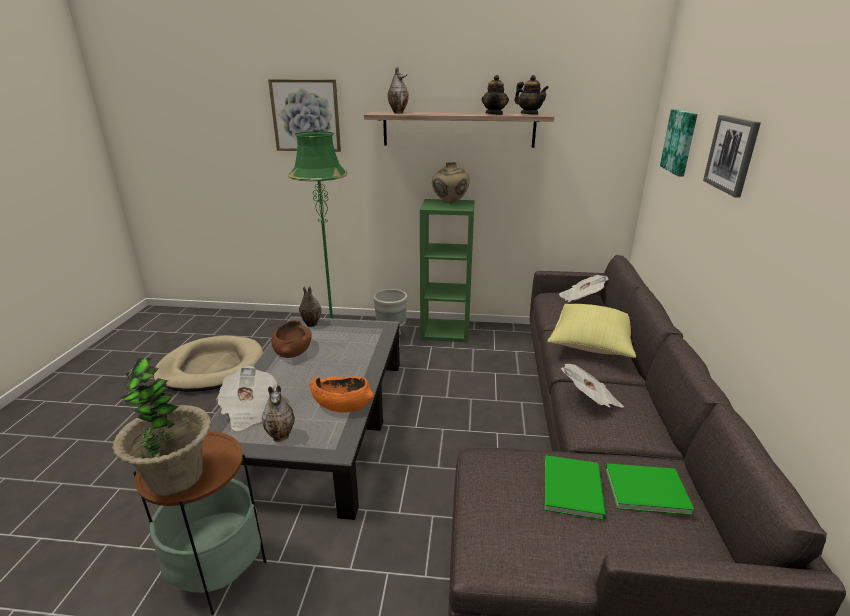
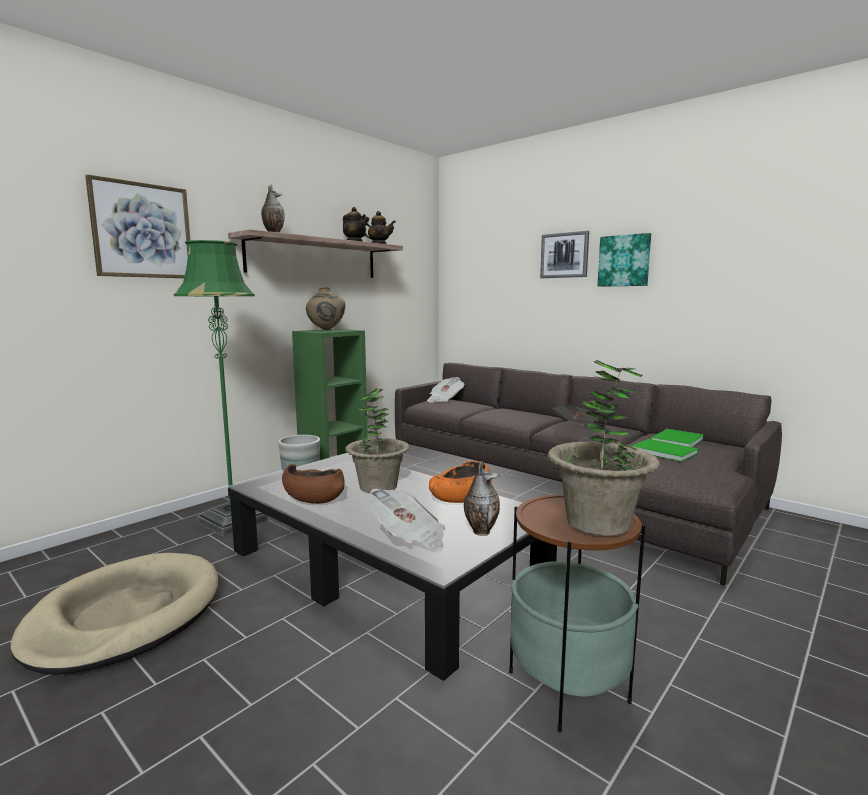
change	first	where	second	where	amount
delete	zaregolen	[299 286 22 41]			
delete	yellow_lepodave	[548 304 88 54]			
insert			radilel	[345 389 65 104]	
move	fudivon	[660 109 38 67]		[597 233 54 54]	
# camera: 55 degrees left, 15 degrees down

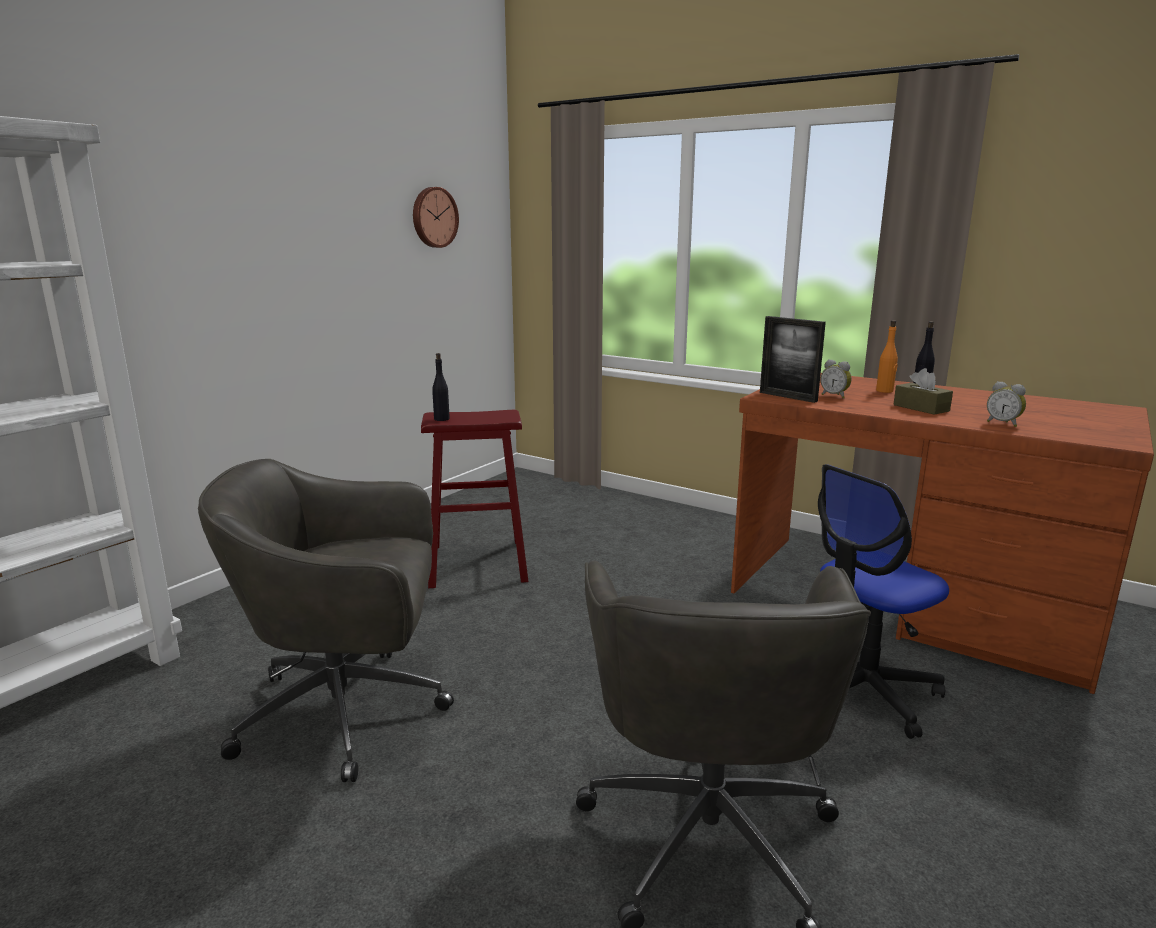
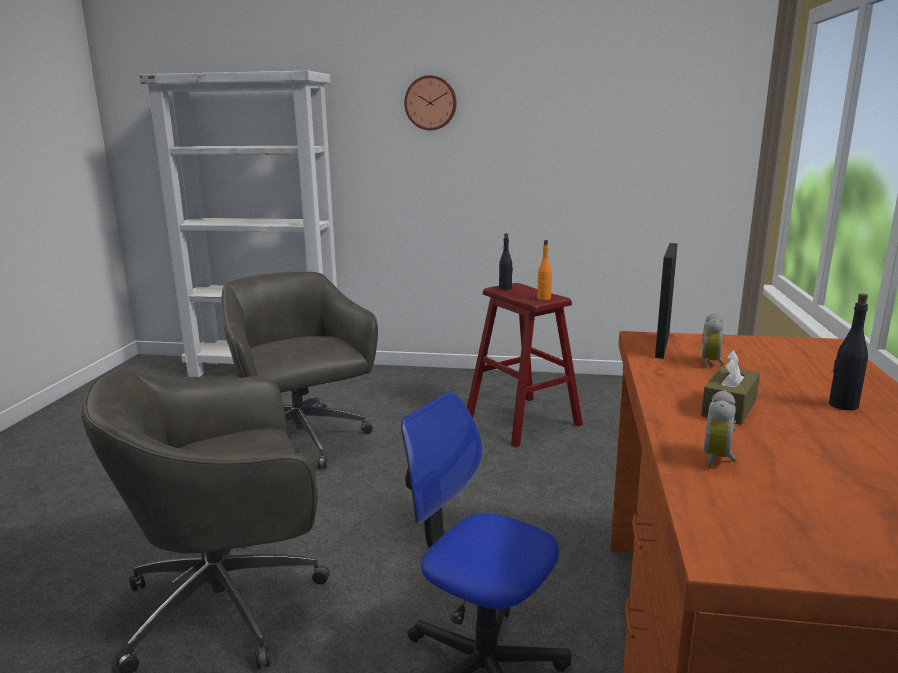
change	first	where	second	where	amount
move	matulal	[413 187 46 61]		[404 75 53 55]	
move	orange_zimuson	[876 320 22 73]		[537 240 15 60]	
# camera: 65 degrees right, 0 degrees up

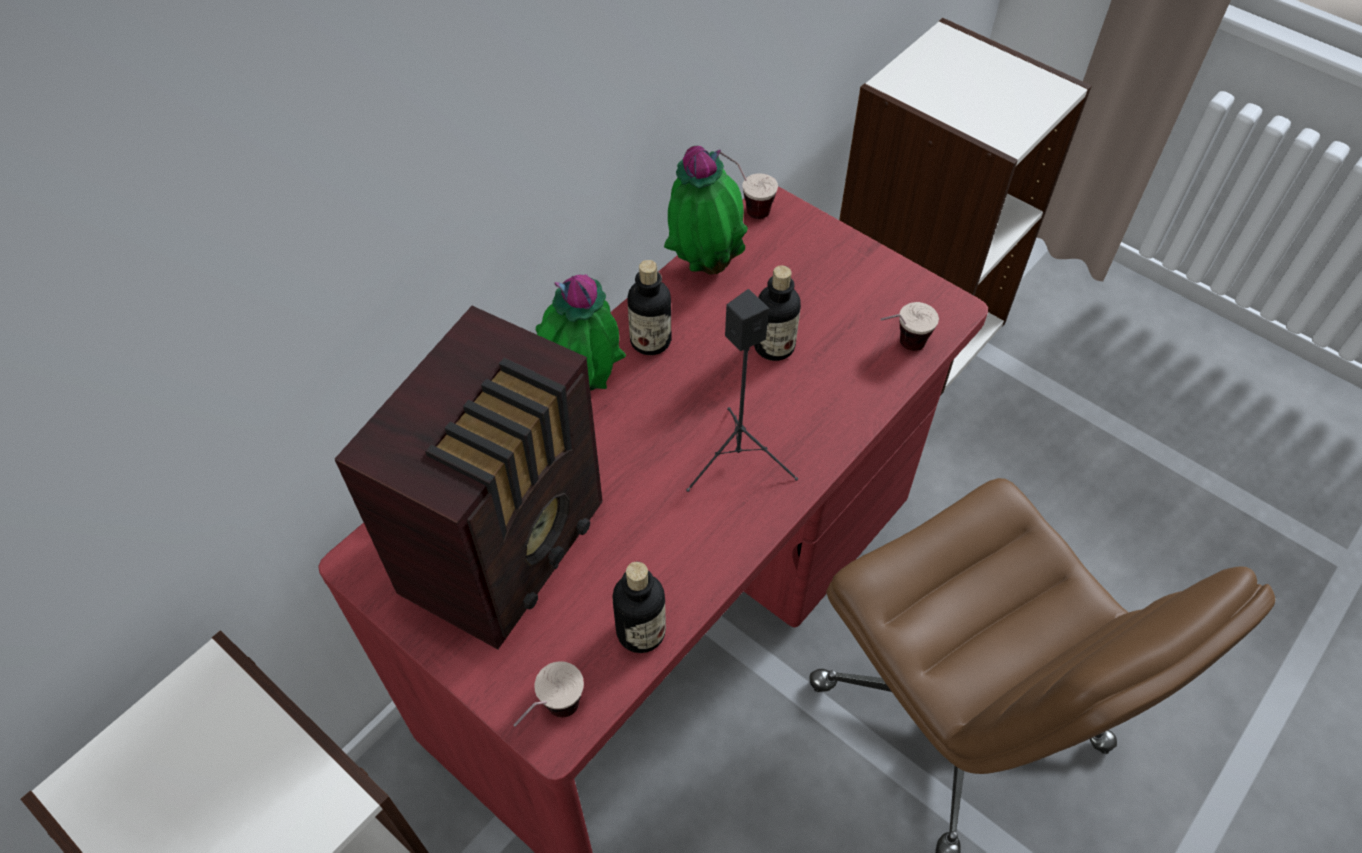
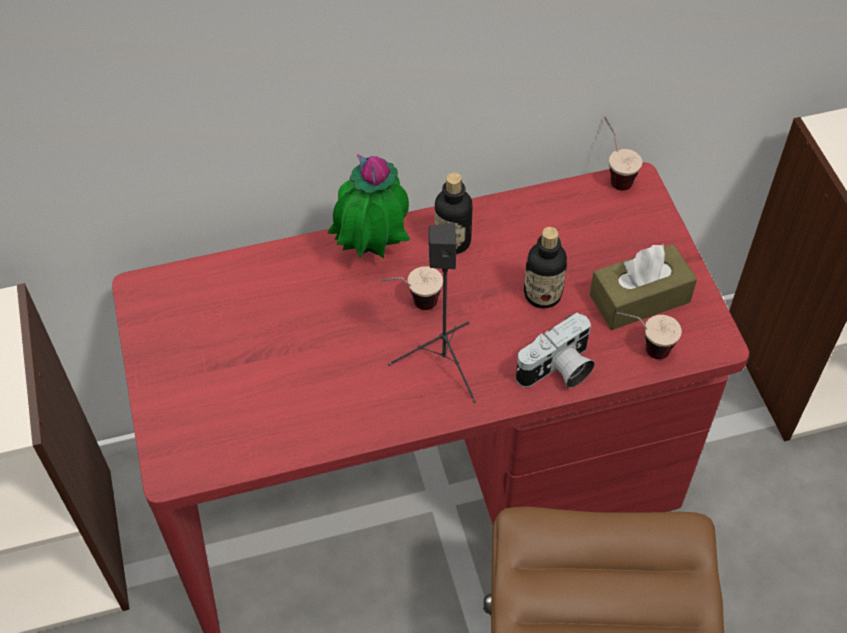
change	first	where	second	where	amount
delete	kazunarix	[335 306 268 343]			
delete	zimuson	[612 562 54 91]			
delete	radilel	[664 146 84 129]			
insert			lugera	[516 313 79 75]	
insert			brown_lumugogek	[590 243 107 87]	
move	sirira	[513 661 71 66]		[380 266 63 44]	
# camera: 35 degrees right, 0 degrees up

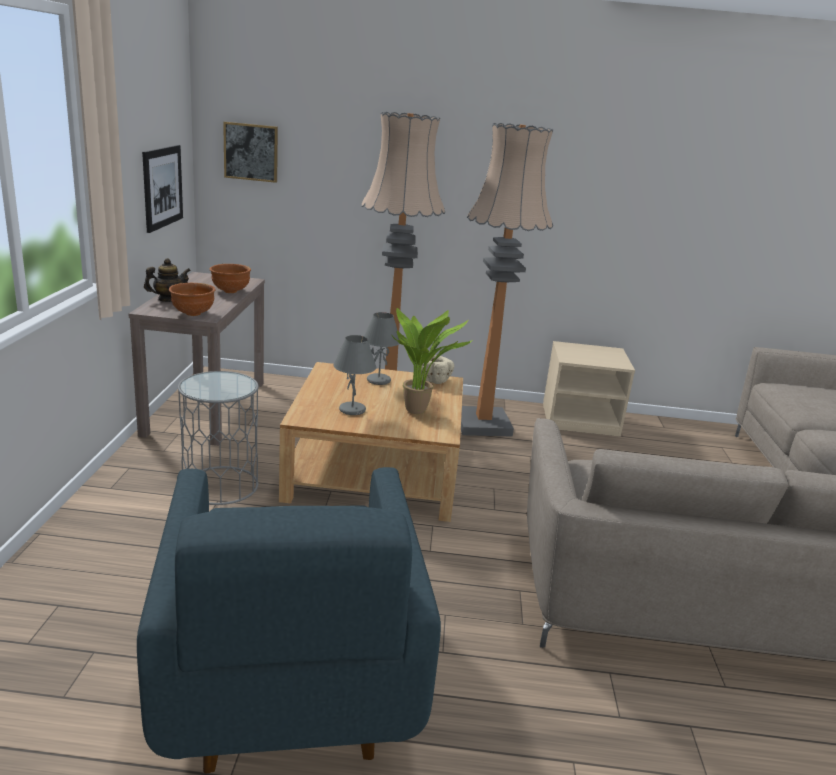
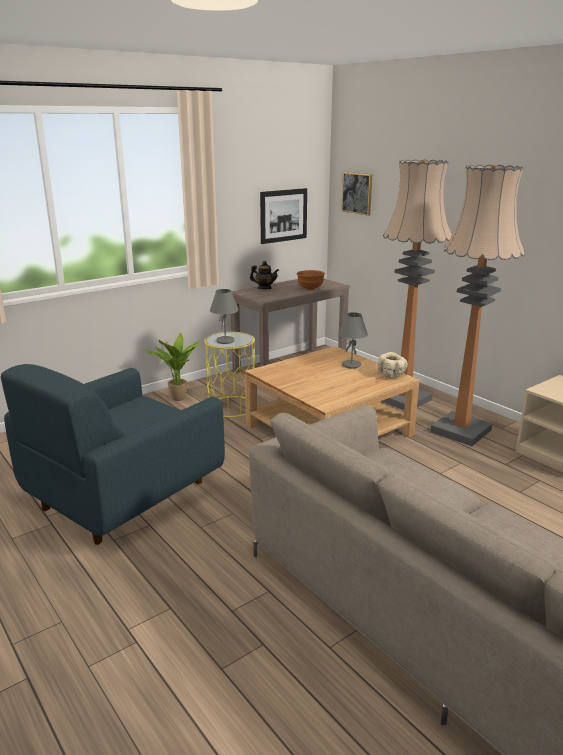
change	first	where	second	where	amount
delete	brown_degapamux	[169 283 47 33]			
move	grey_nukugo	[333 335 44 80]		[210 289 29 55]	
move	radilel	[392 308 81 106]		[144 333 55 68]	
recolor	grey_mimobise	[178 371 81 134]	yellow_mimobise	[204 332 51 86]	
# camera: 50 degrees right, 0 degrees up

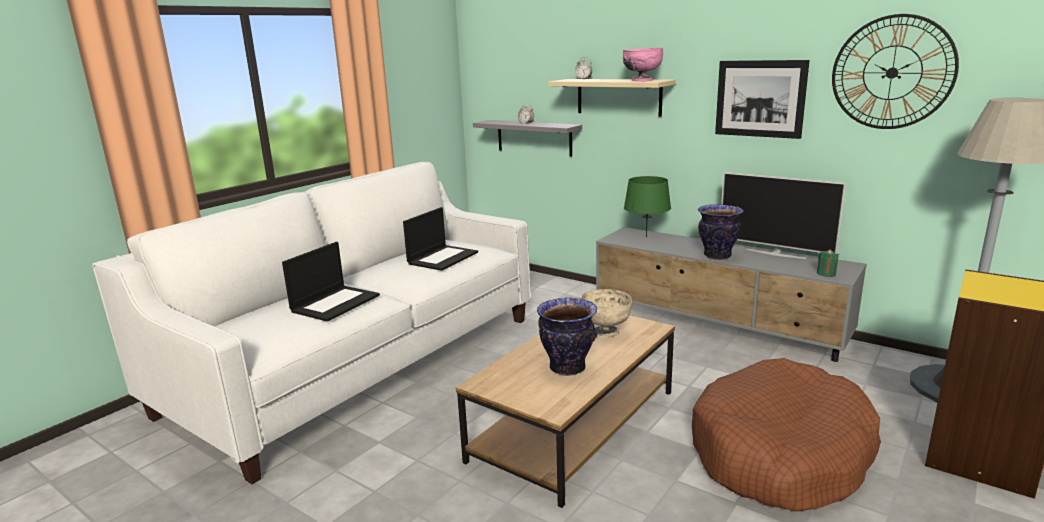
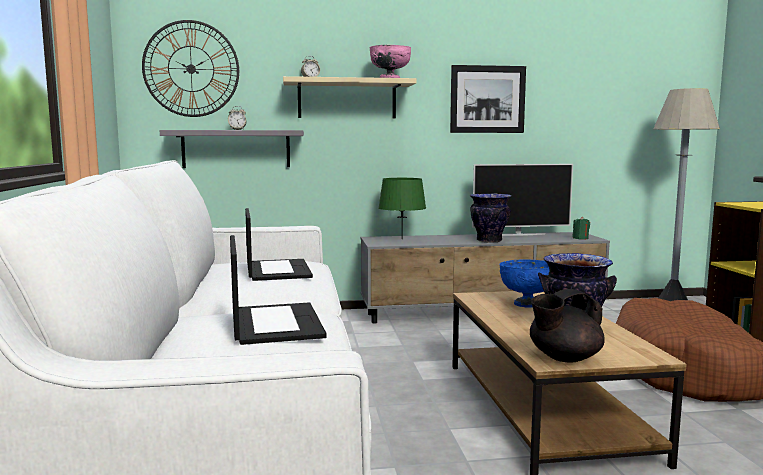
change	first	where	second	where	amount
insert			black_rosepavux	[530 289 75 73]	
move	matulal	[832 14 127 115]		[142 20 97 97]	
recolor	beige_degapamux	[581 289 51 49]	blue_degapamux	[499 259 51 49]	
# camera: 45 degrees left, 10 degrees down

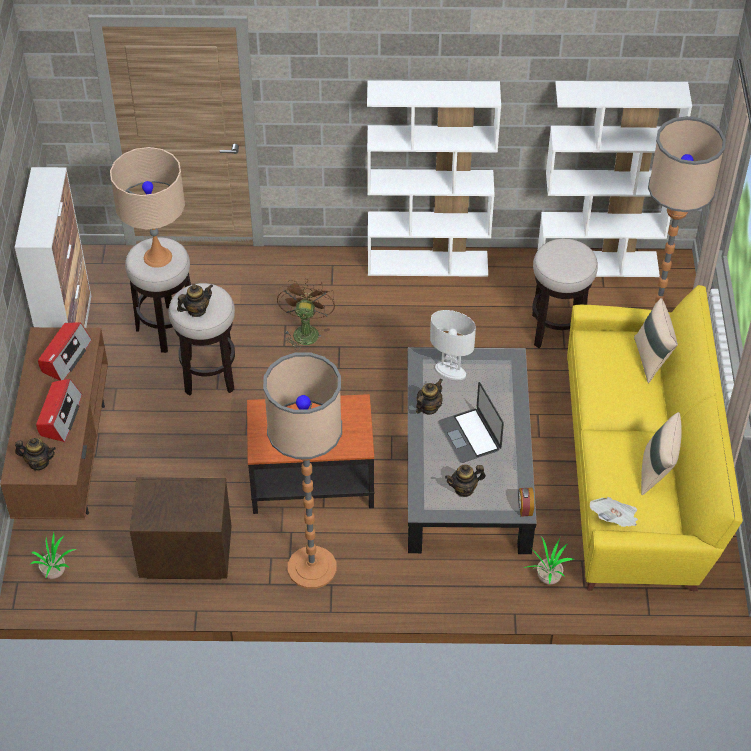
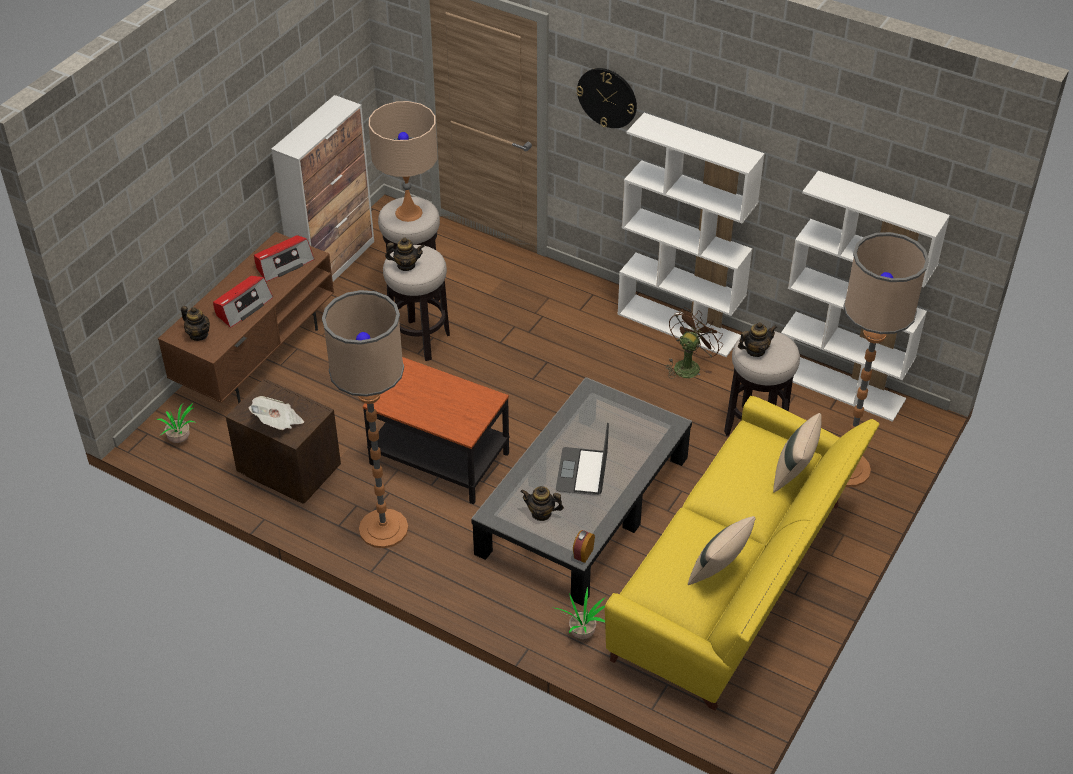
change	first	where	second	where	amount
delete	white_nukugo	[430 310 46 70]			
insert			matulal	[577 68 60 60]	
move	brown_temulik	[277 278 58 73]		[665 308 58 71]	
move	rosepavux	[416 379 27 36]		[738 322 39 35]	
move	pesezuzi	[590 497 48 30]		[248 396 56 34]	
# camera: 30 degrees right, 5 degrees down

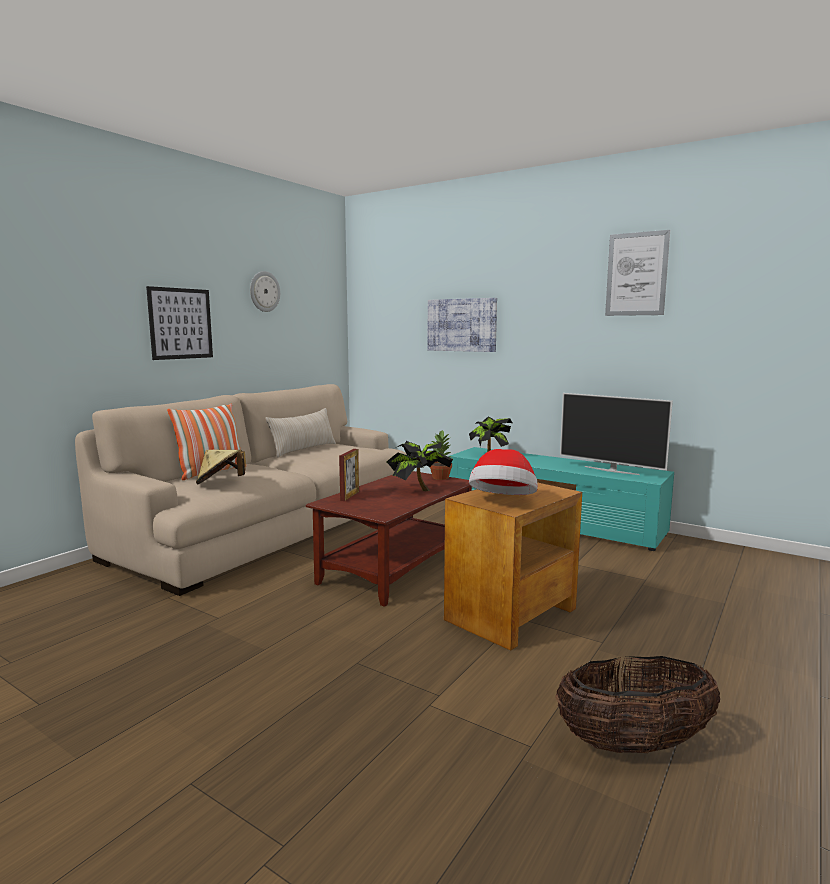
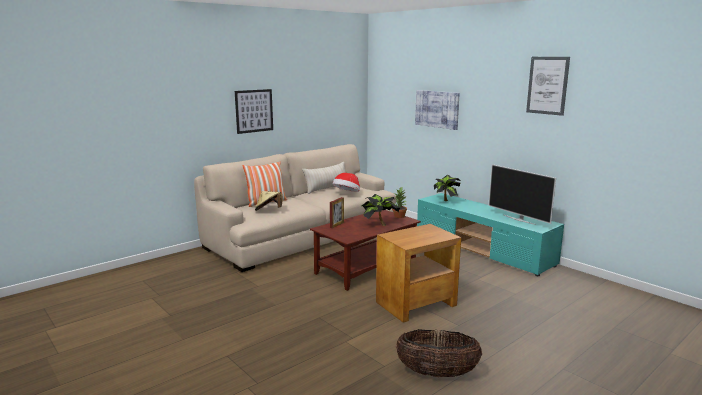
change	first	where	second	where	amount
delete	matulal	[250 271 30 41]			
move	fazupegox	[469 449 69 46]		[332 173 28 19]	
# camera: 15 degrees right, 5 degrees up

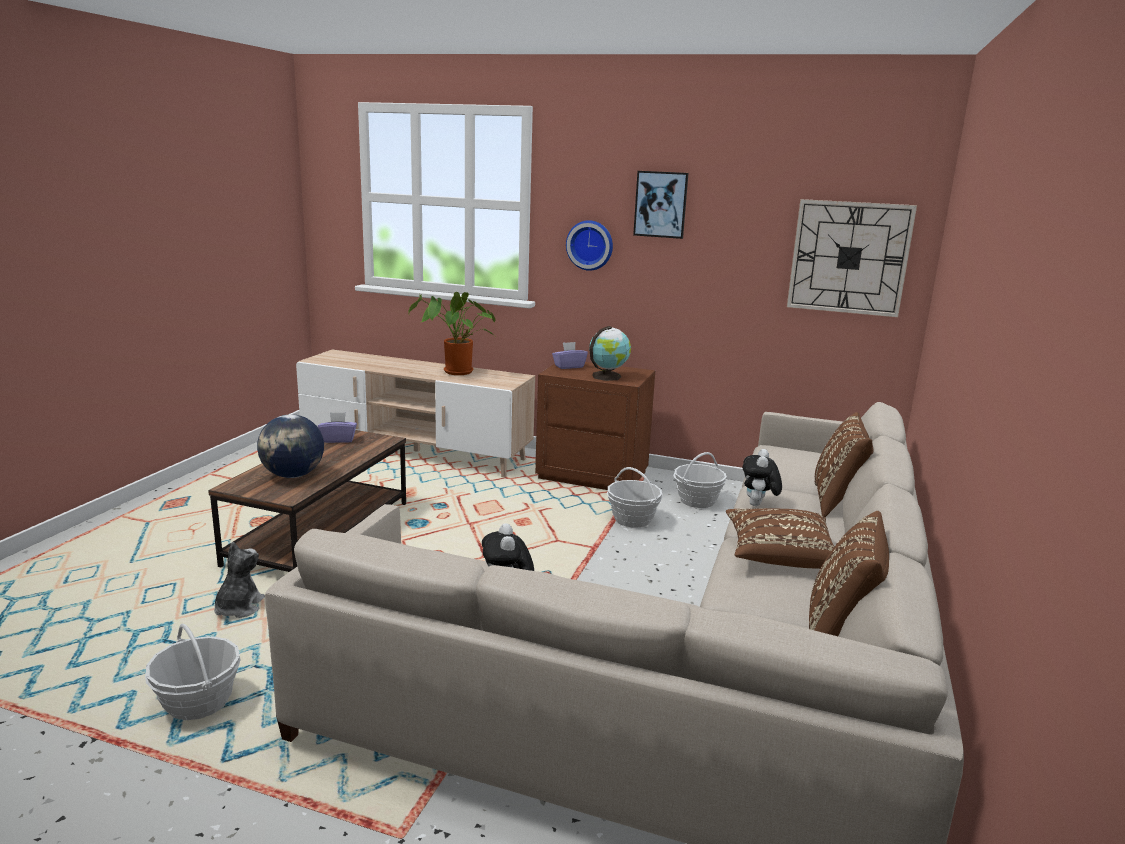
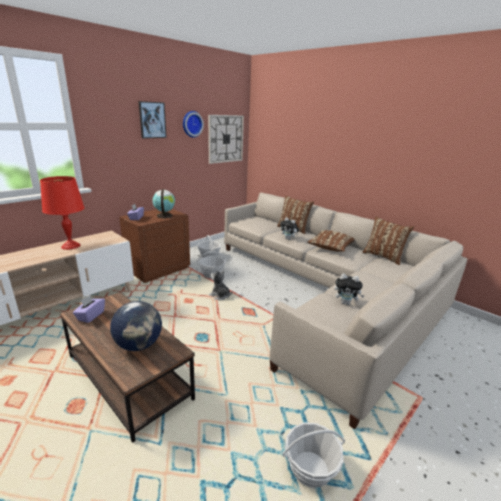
change	first	where	second	where	amount
move	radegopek	[214 542 51 76]		[209 270 24 30]	
move	matulal	[566 220 47 51]		[183 111 21 26]	
replace	radilel	[408 292 88 83]	red_nukugo	[40 176 45 74]	
# camera: 65 degrees left, 5 degrees up

